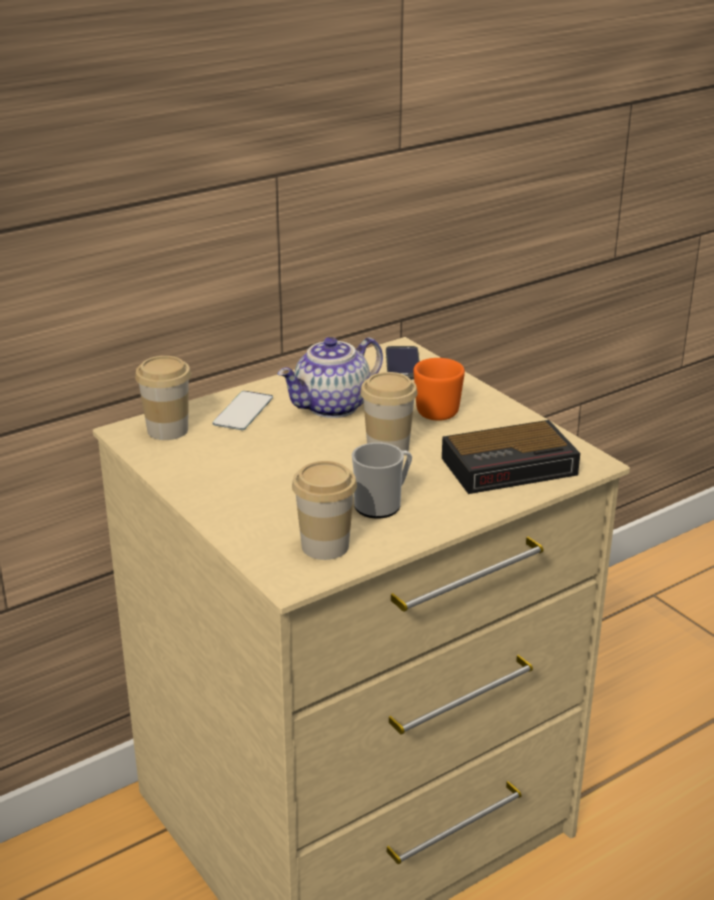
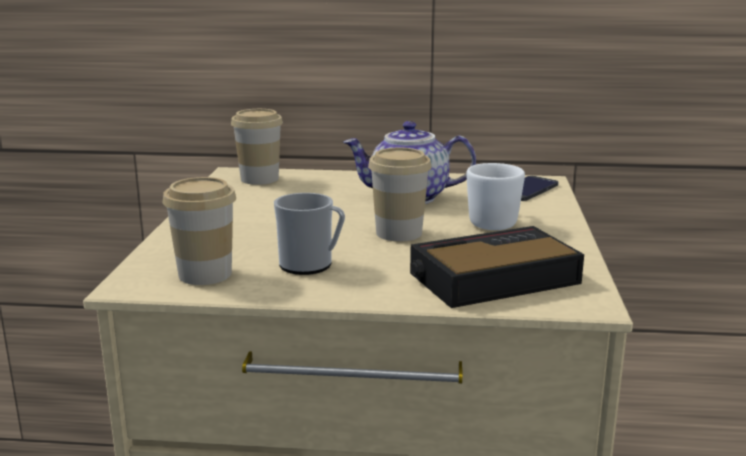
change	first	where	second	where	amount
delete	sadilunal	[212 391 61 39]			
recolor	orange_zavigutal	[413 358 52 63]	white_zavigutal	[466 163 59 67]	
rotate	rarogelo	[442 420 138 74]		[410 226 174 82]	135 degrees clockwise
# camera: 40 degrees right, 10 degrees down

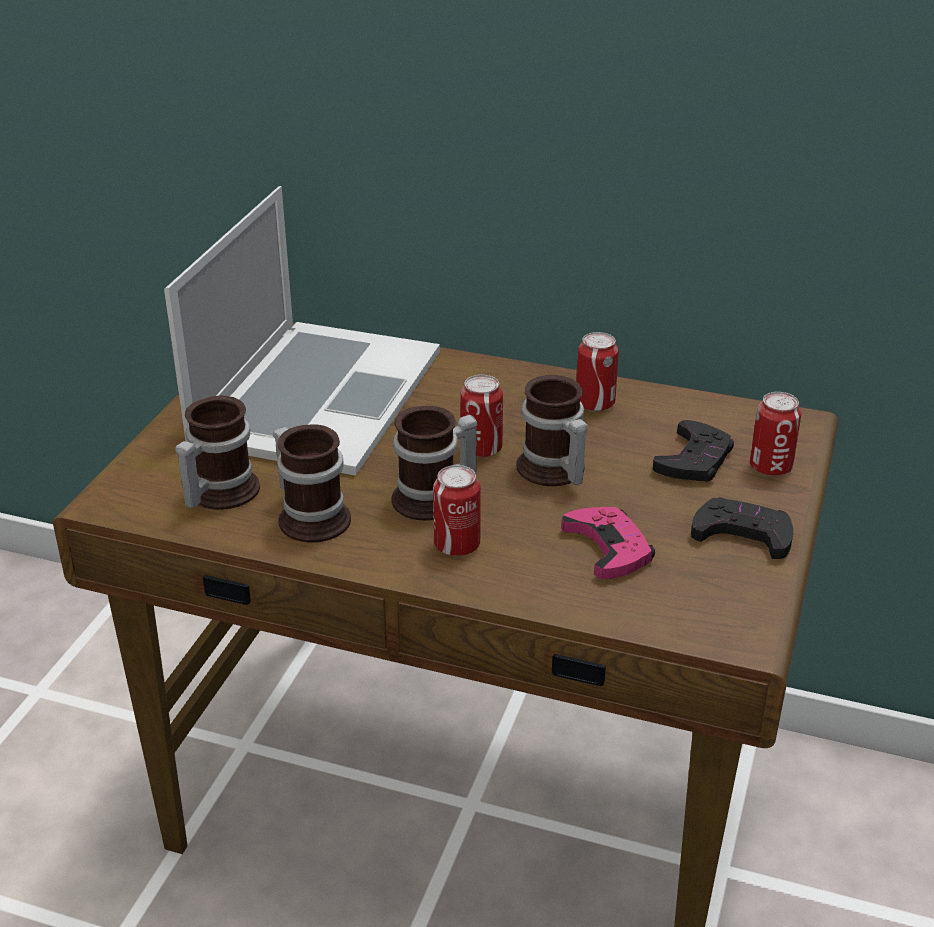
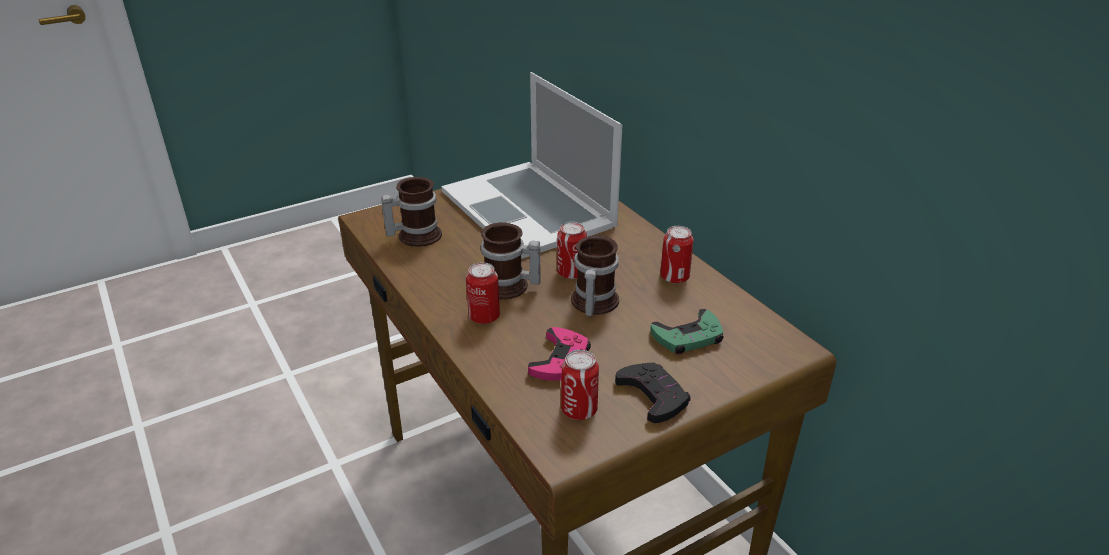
change	first	where	second	where	amount
delete	zavigutal	[273 424 78 119]			
move	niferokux	[750 392 52 84]		[561 350 38 70]	
recolor	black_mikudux	[653 420 81 61]	green_mikudux	[650 309 74 45]	
rotate	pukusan	[164 186 276 290]		[441 72 181 187]	90 degrees clockwise
# camera: 40 degrees right, 0 degrees up

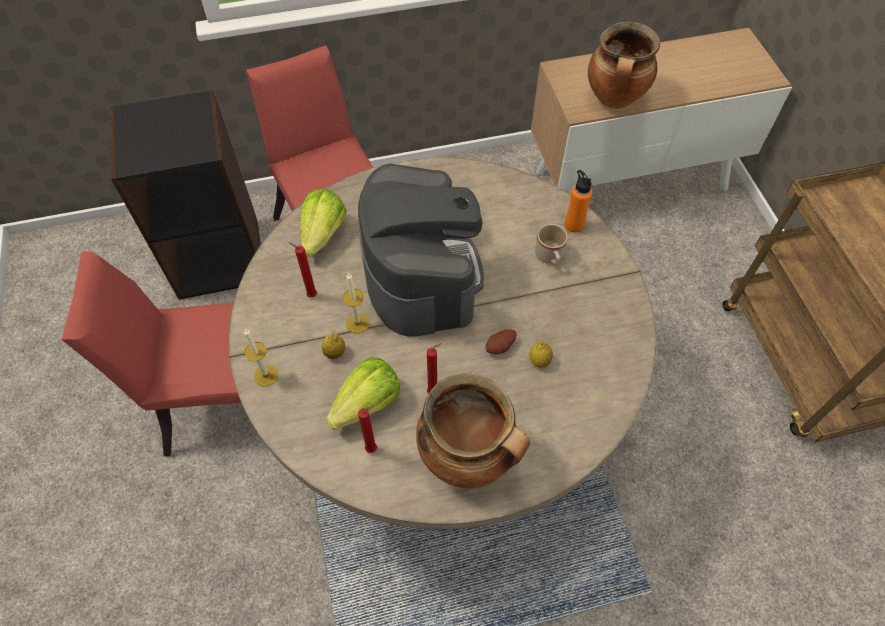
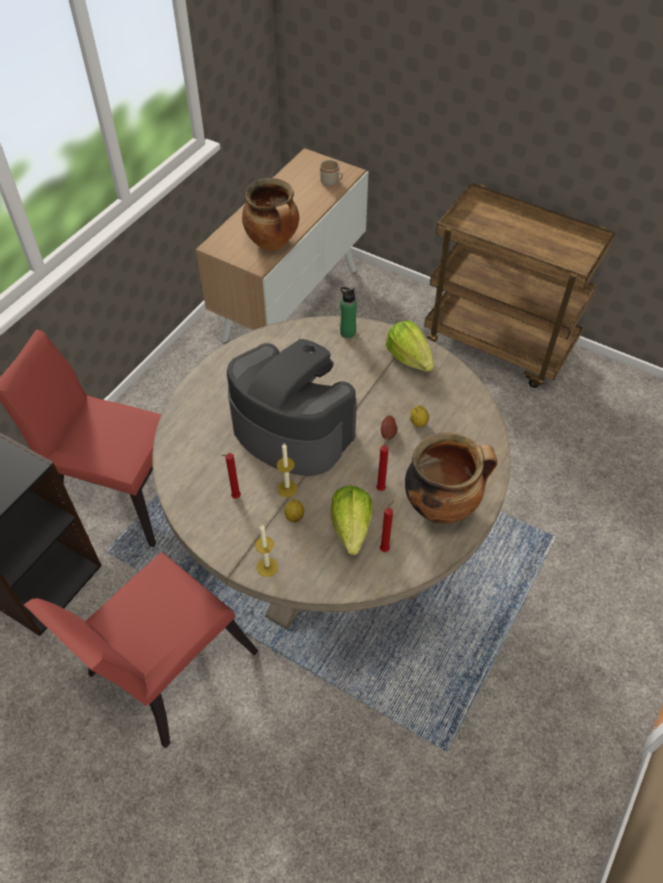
change	first	where	second	where	amount
move	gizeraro	[301 189 46 68]		[386 321 48 51]	
move	beige_zavigutal	[535 224 33 41]		[320 160 23 26]	
recolor	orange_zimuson	[565 170 27 63]	green_zimuson	[340 287 17 51]	
# camera: 45 degrees left, 5 degrees down

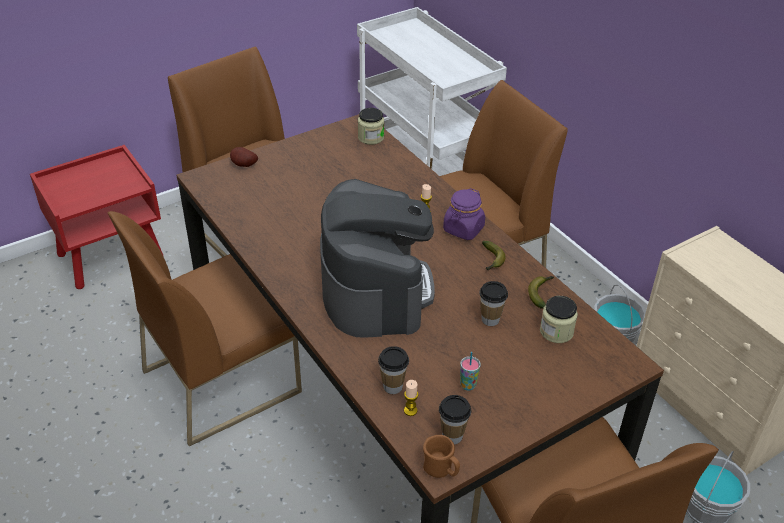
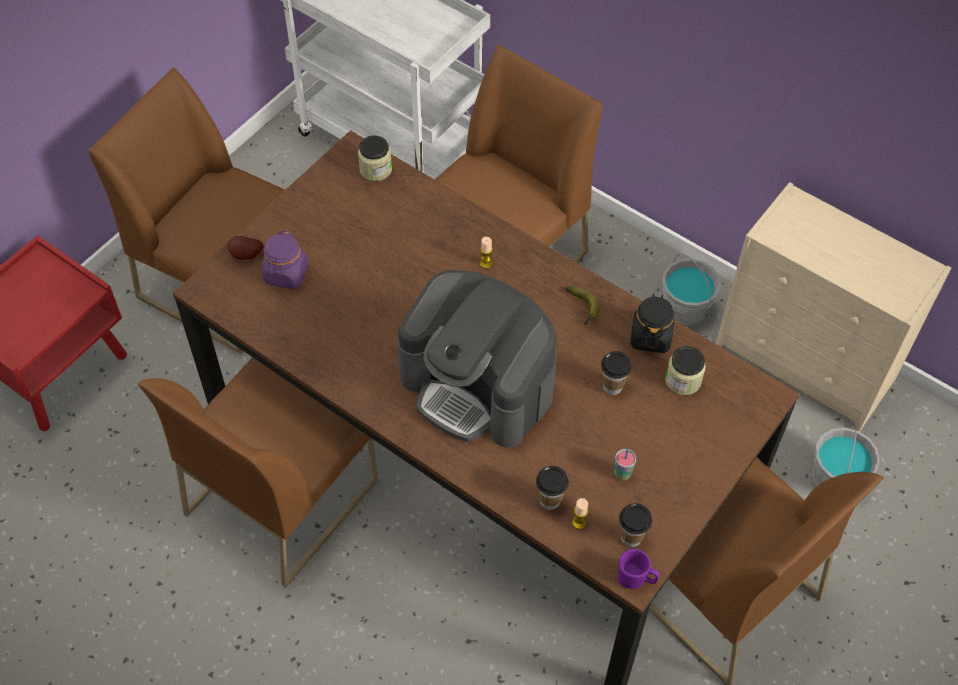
change	first	where	second	where	amount
move	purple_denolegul	[443 188 42 52]		[262 230 46 59]	
replace	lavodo	[528 276 26 33]	black_denolegul	[630 294 45 59]	
recolor	brown_zavigutal	[423 435 37 43]	purple_zavigutal	[618 549 42 40]	
rotate	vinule	[320 179 115 159]		[397 270 160 177]	150 degrees clockwise
# camera: 20 degrees left, 15 degrees up

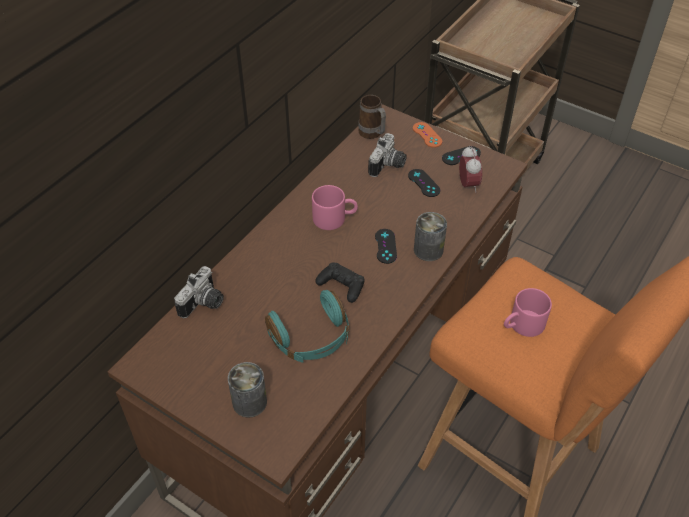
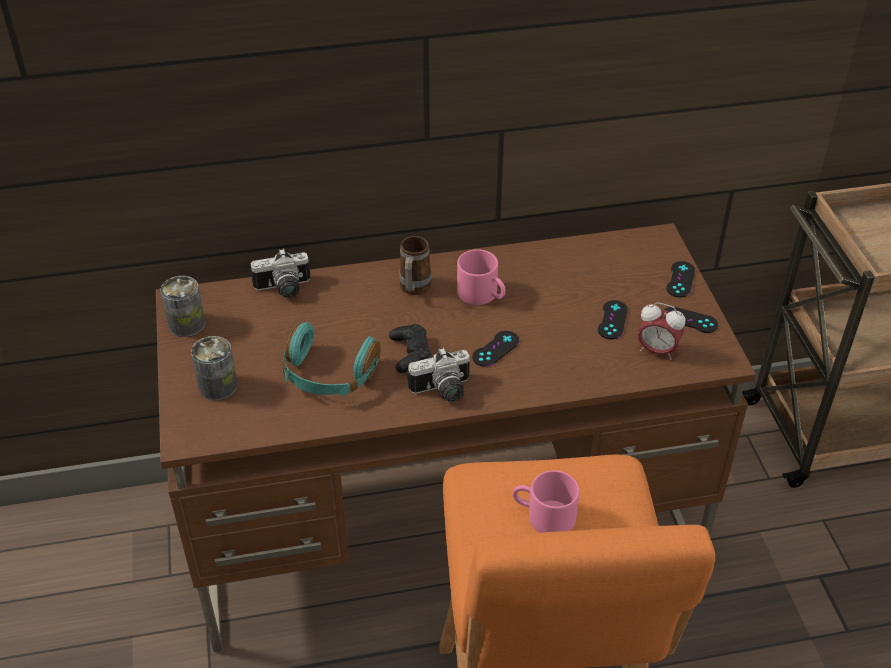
change	first	where	second	where	amount
move	zavigutal	[358 95 28 44]		[399 236 33 59]	
move	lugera	[368 133 39 44]		[407 347 63 55]	
move	niferokux	[414 212 33 49]		[160 276 45 61]	
recolor	orange_mikudux	[413 122 30 26]	black_mikudux	[666 261 29 37]	
rotate	rarogelo	[459 145 23 48]		[638 302 47 58]	75 degrees clockwise
# camera: 45 degrees right, 5 degrees down

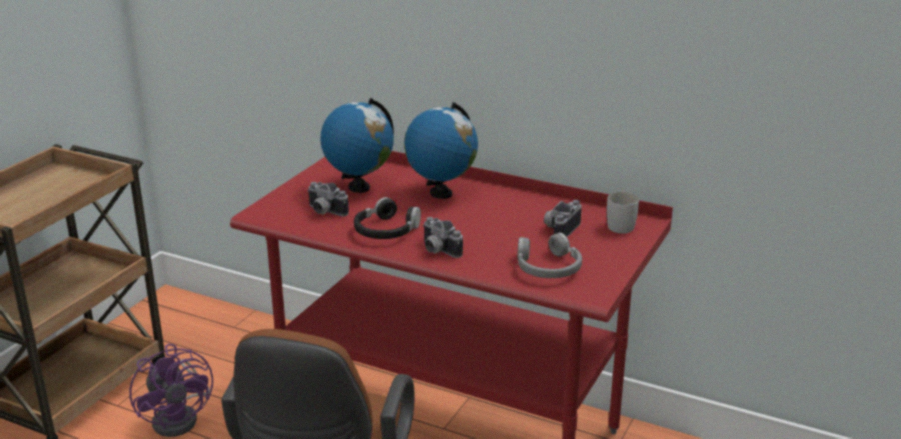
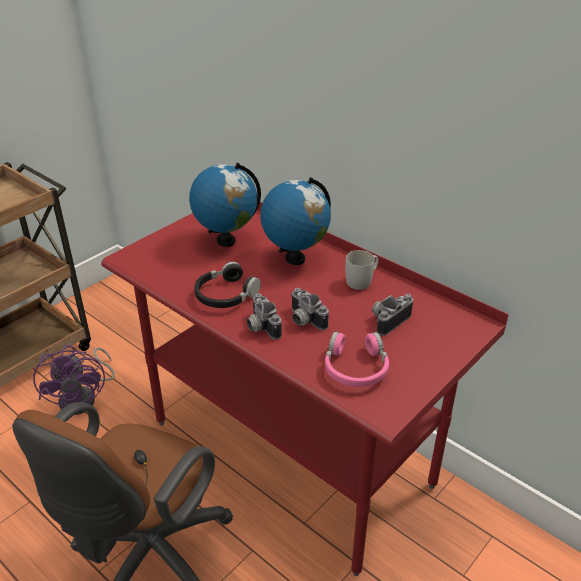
change	first	where	second	where	amount
move	lugera	[307 182 42 34]		[291 288 38 42]	
move	white_zavigutal	[607 192 32 41]		[345 250 34 40]	
recolor	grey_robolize	[518 233 64 45]	pink_robolize	[325 332 64 55]	
# camera: 15 degrees right, 10 degrees up

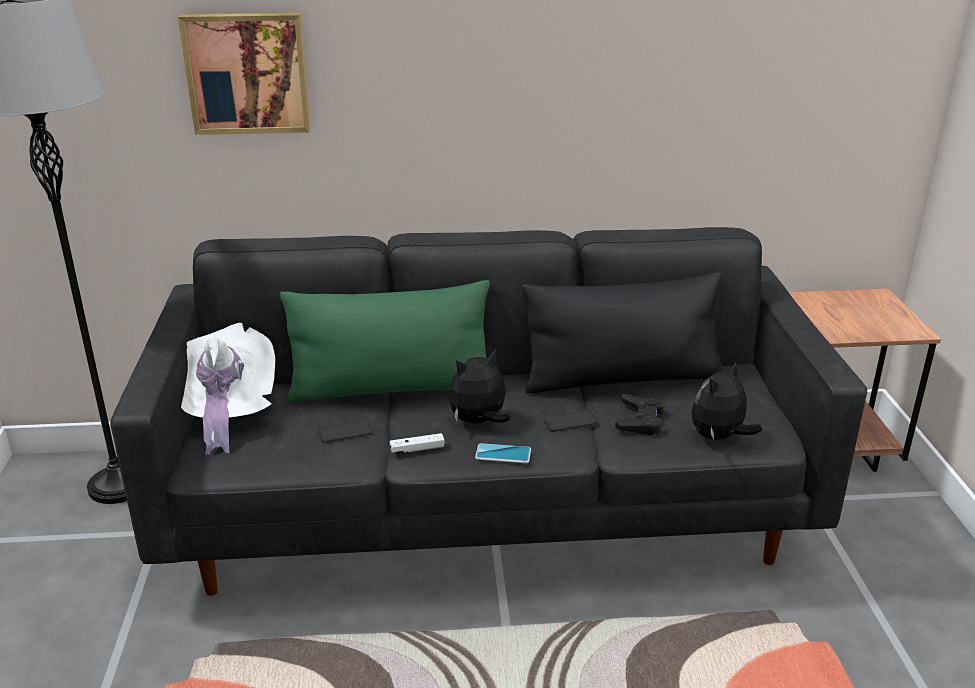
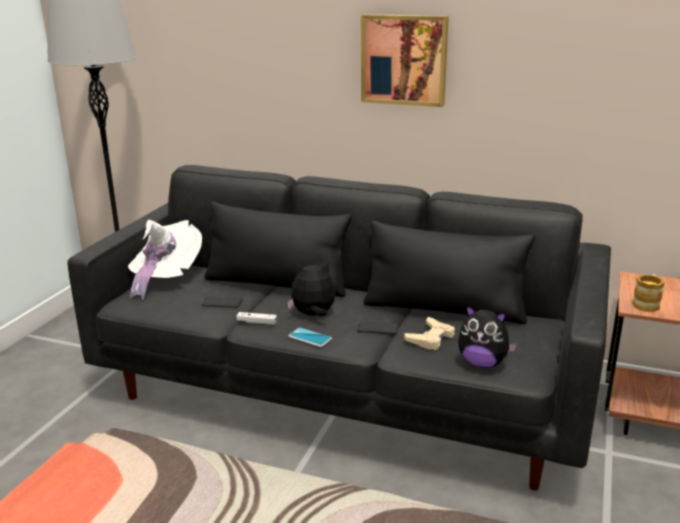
change	first	where	second	where	amount
insert			zavigutal	[632 274 33 38]	
move	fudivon	[178 13 133 122]		[361 14 88 93]	
recolor	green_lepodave	[280 280 210 122]	black_lepodave	[205 202 147 95]	
recolor	black_mikudux	[615 393 50 42]	beige_mikudux	[404 317 51 33]	
rotate	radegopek	[692 361 70 79]		[458 305 59 63]	135 degrees counterclockwise
# camera: 25 degrees right, 5 degrees down

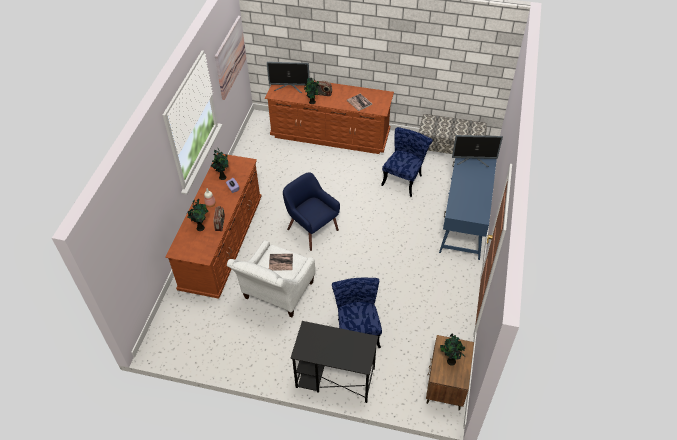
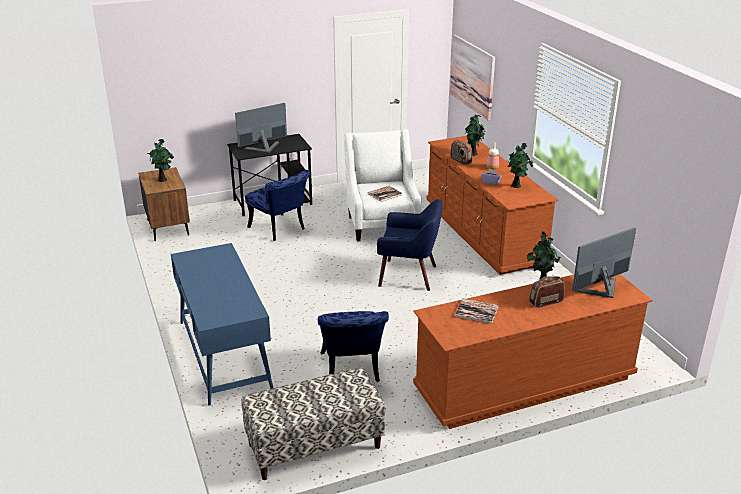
change	first	where	second	where	amount
move	fudivon	[215 16 31 84]		[450 35 45 85]	
move	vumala	[452 135 51 32]		[235 103 52 50]	
# camera: 145 degrees right, 20 degrees down

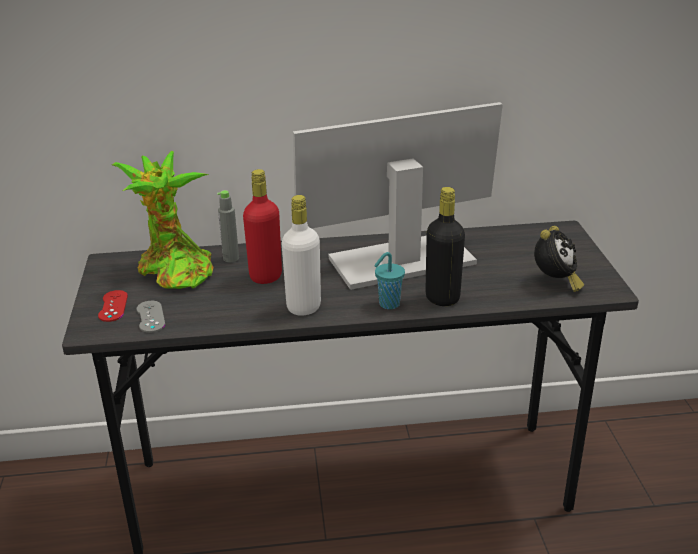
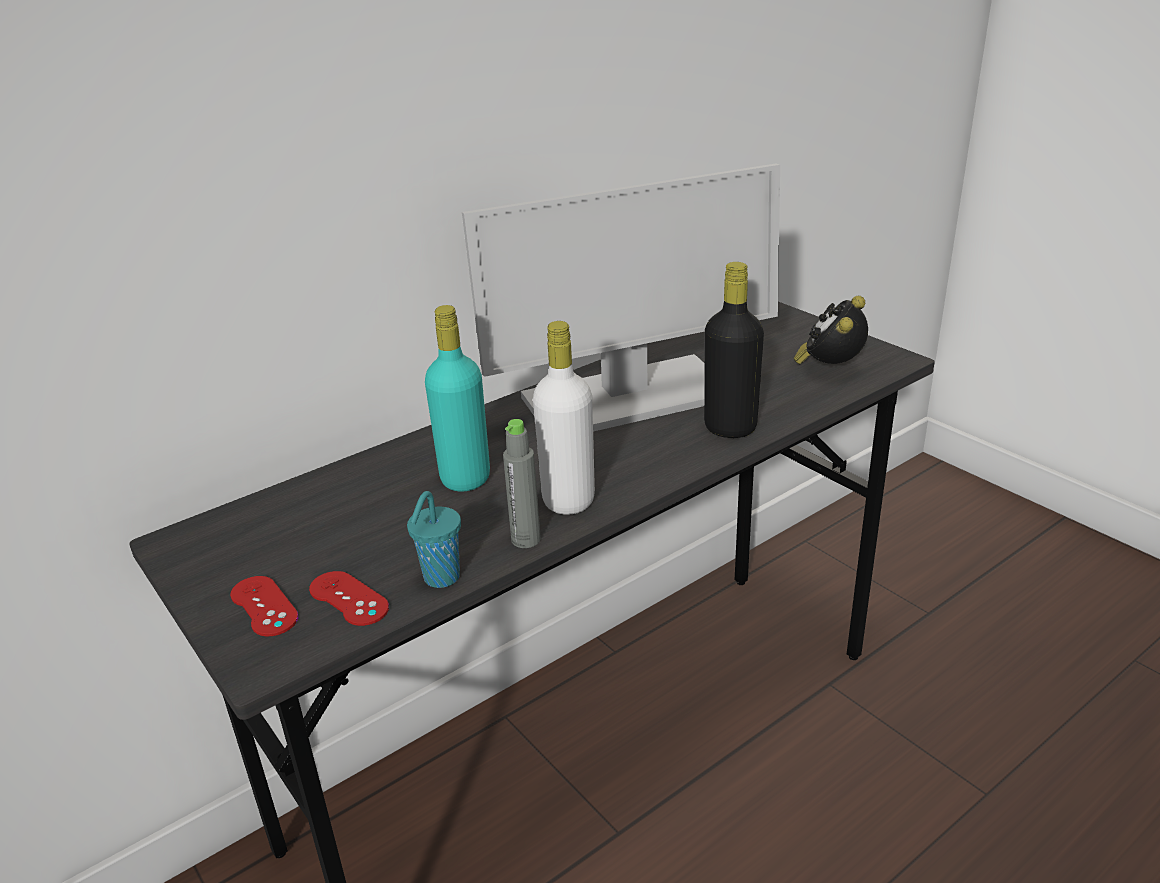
change	first	where	second	where	amount
delete	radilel	[112 151 101 138]			
move	grey_zimuson	[217 190 22 72]		[503 419 38 129]	
move	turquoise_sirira	[374 252 31 57]		[407 491 54 97]	
recolor	grey_mikudux	[137 301 28 32]	red_mikudux	[309 571 80 55]	
recolor	red_zimuson	[243 169 39 115]	turquoise_zimuson	[425 305 65 186]	
rotate	vumala	[293 102 210 188]		[462 164 318 268]	150 degrees counterclockwise
rotate	rarogelo	[534 226 50 66]		[794 296 74 68]	150 degrees counterclockwise
# camera: 30 degrees left, 0 degrees up

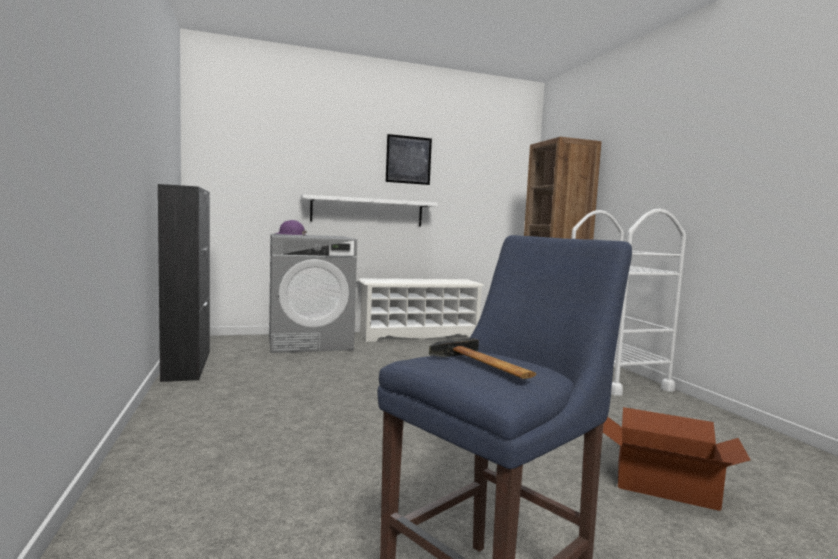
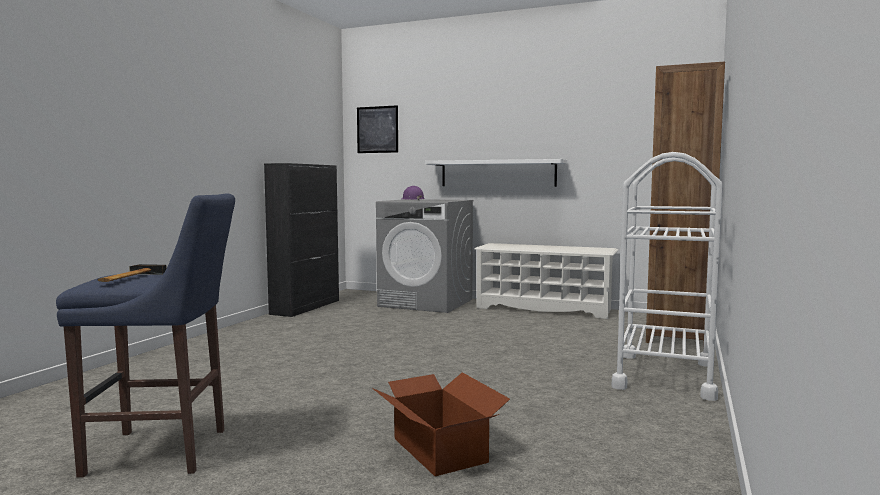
change	first	where	second	where	amount
move	fudivon	[386 134 46 51]		[357 105 41 48]	
# camera: 40 degrees right, 0 degrees up

